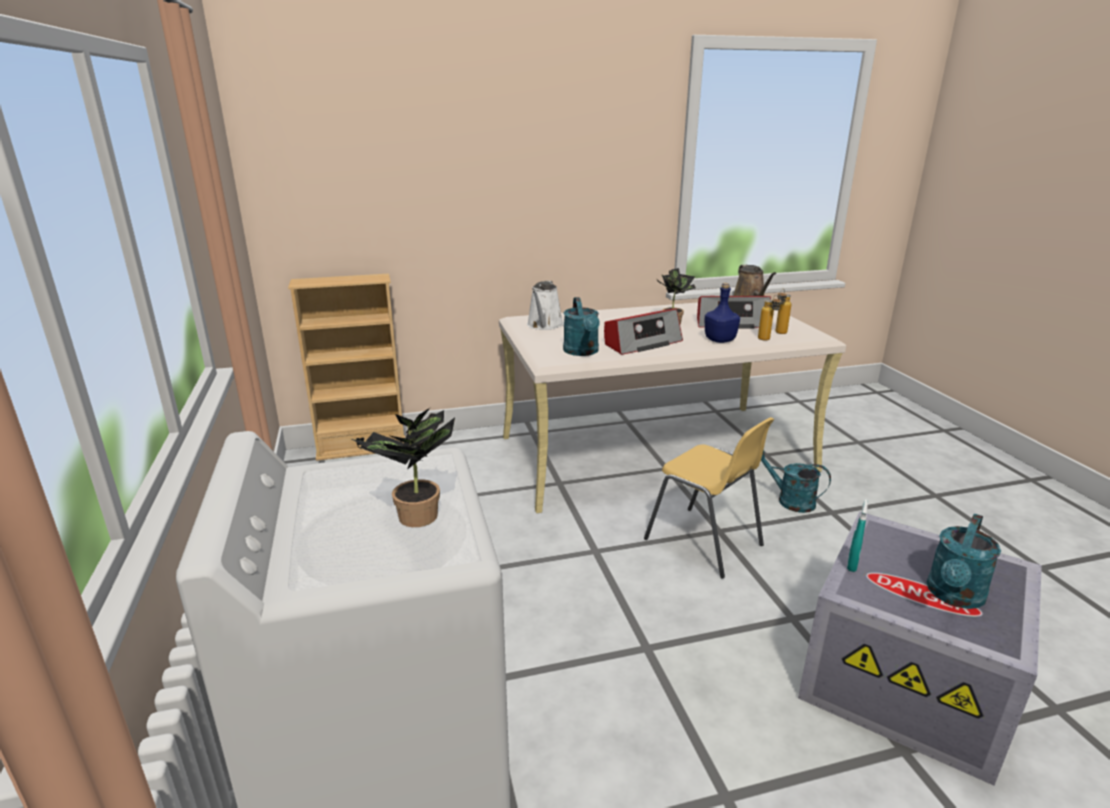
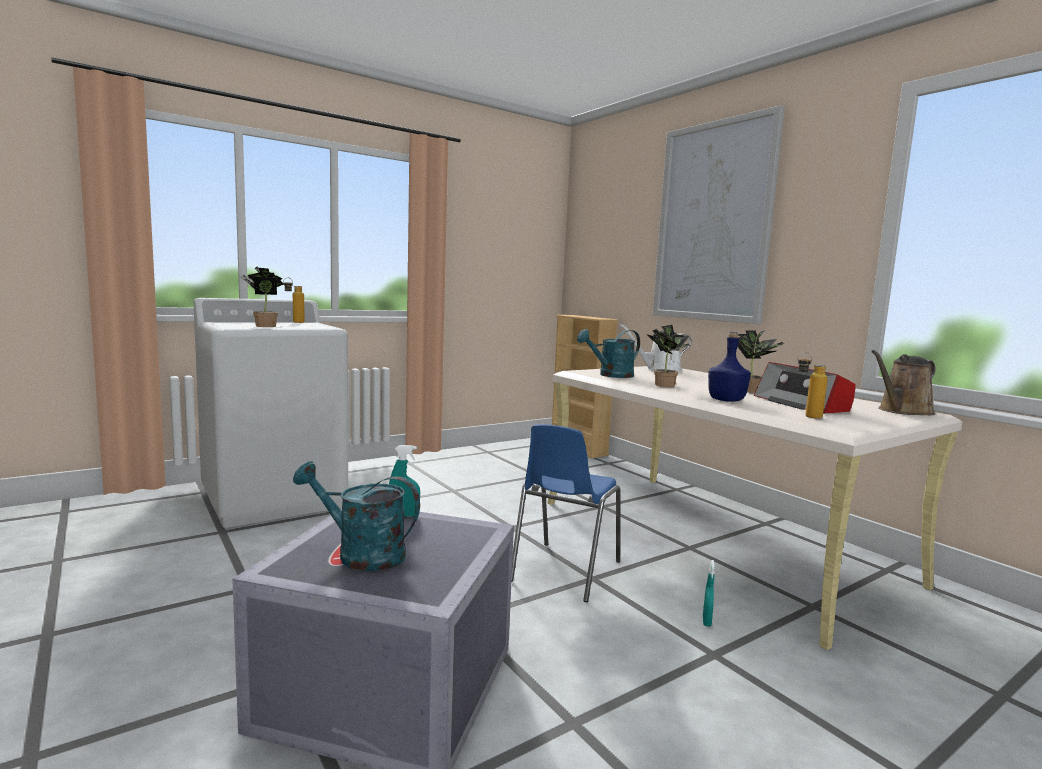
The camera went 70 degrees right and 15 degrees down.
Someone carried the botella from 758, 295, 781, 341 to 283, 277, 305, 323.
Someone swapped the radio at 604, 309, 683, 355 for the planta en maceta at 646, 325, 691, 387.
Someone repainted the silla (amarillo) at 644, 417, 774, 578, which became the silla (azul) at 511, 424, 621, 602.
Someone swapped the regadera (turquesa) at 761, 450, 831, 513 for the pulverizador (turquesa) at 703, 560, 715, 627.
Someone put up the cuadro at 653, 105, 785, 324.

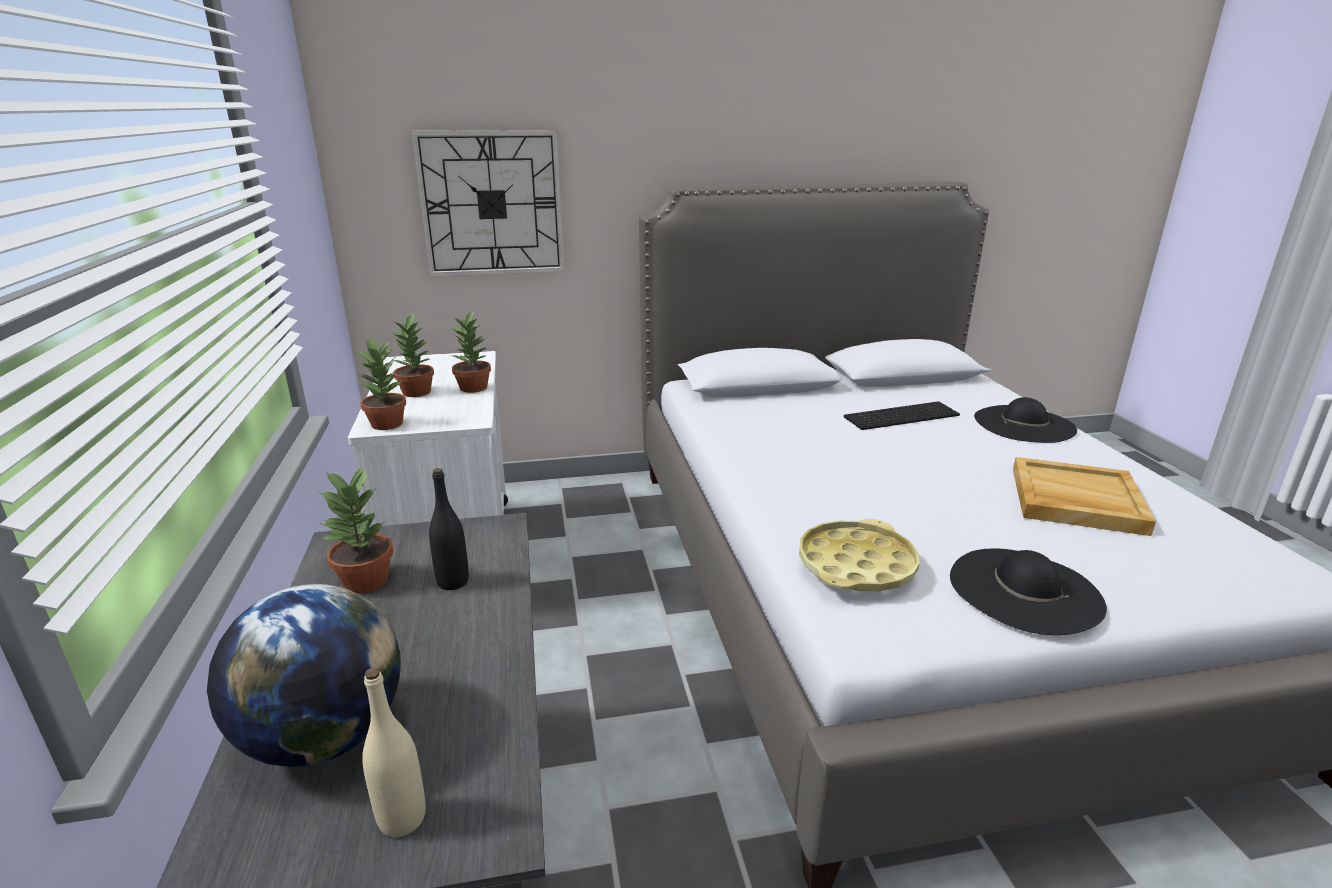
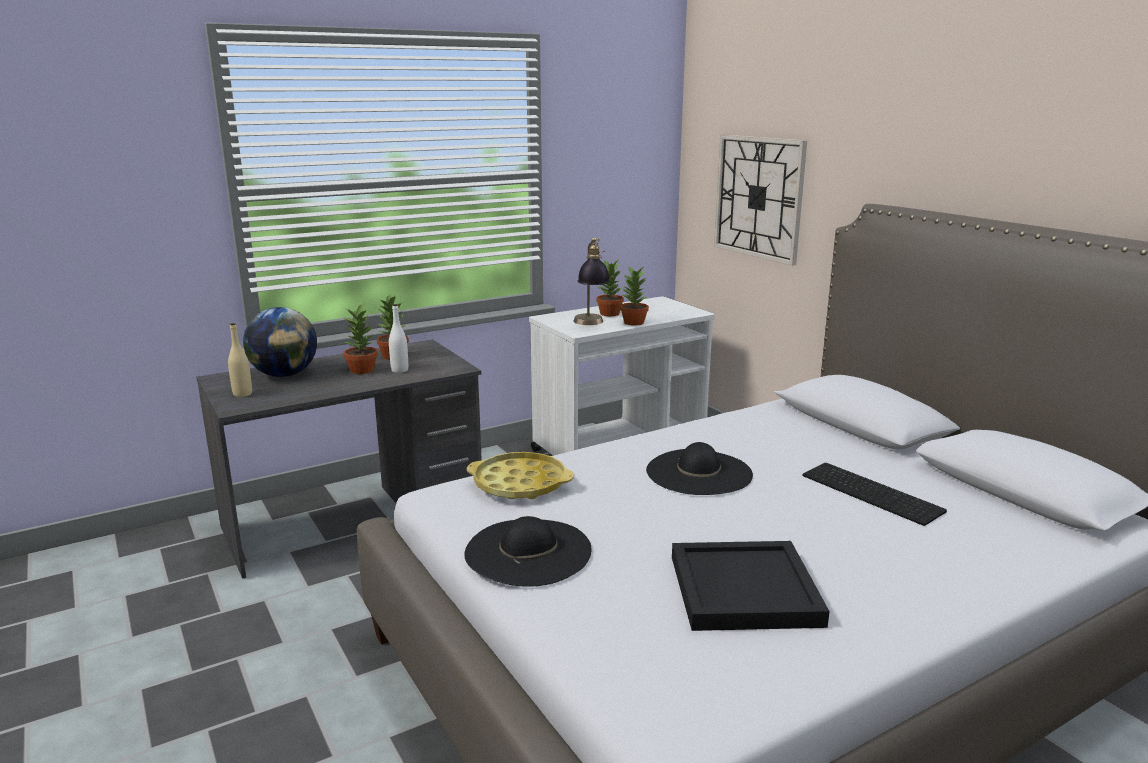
The camera went 70 degrees right and 5 degrees down.
Someone carried the planta en maceta from 356, 337, 406, 430 to 344, 303, 378, 374.
Someone carried the sombrero (negro) from 974, 397, 1077, 443 to 646, 442, 753, 495.
Someone repainted the bandeja (beis) at 1013, 457, 1156, 536, which became the bandeja (negro) at 672, 541, 830, 631.
Someone repainted the botella (negro) at 429, 468, 469, 590, which became the botella (blanco) at 389, 304, 408, 373.
Someone put down the lámpara de mesa at 573, 237, 610, 325.

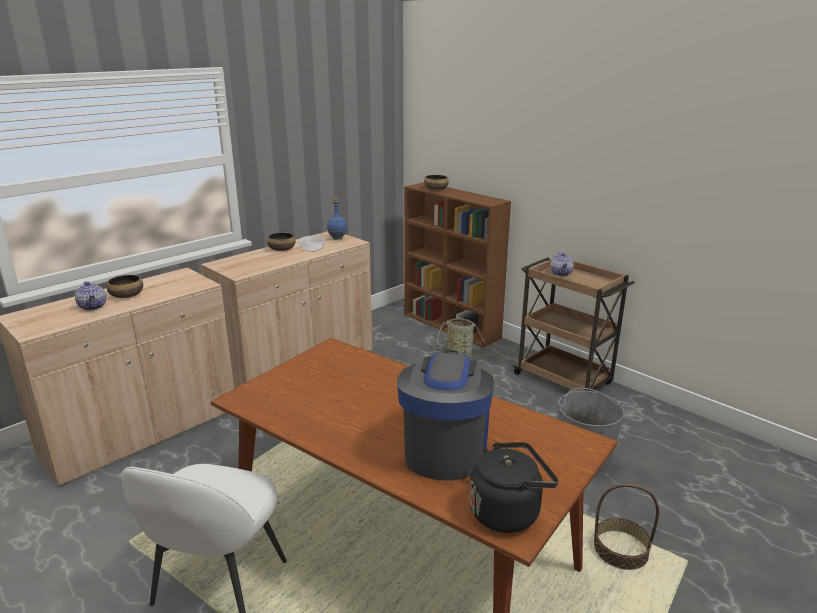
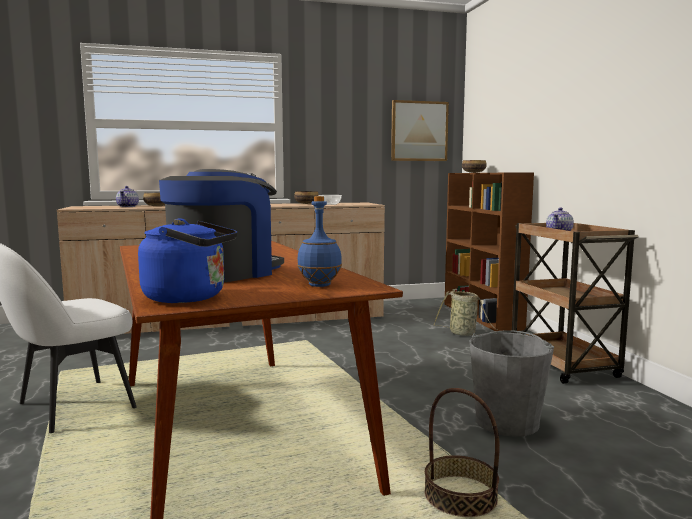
The camera went 30 degrees right and 15 degrees down.
Someone carried the botella (azul) from 327, 198, 347, 240 to 297, 196, 342, 287.
Someone repainted the hervidor (negro) at 469, 442, 559, 533, which became the hervidor (azul) at 138, 218, 237, 303.
Someone put up the cuadro at 391, 100, 449, 161.

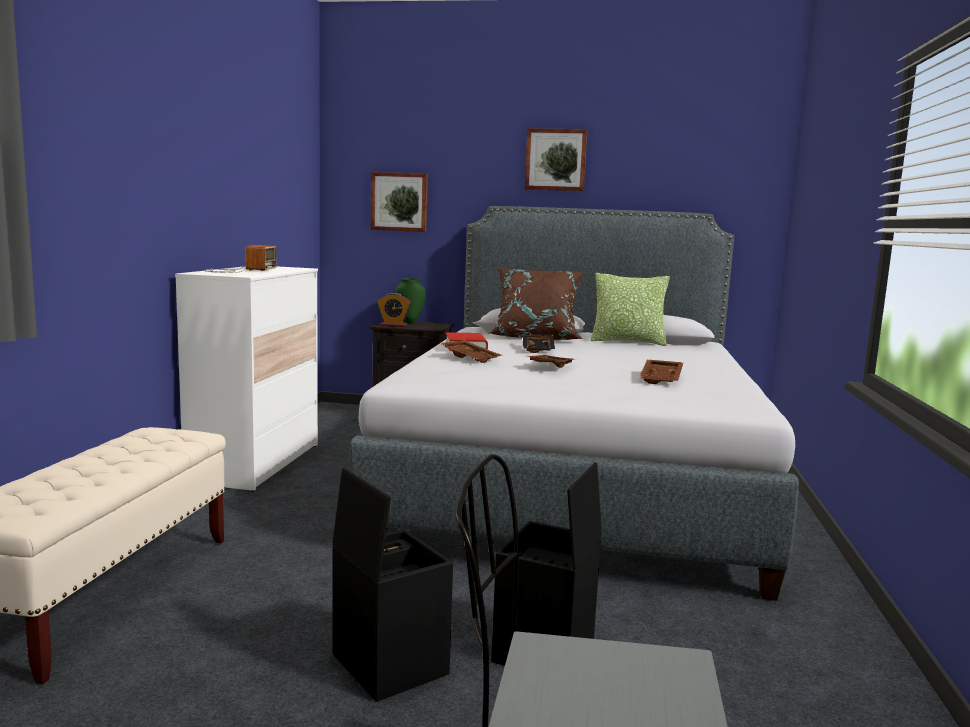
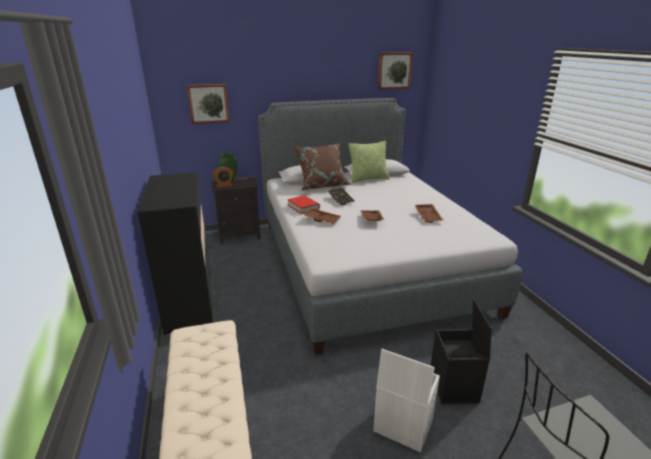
The camera went 25 degrees left and 15 degrees up.
Someone carried the cuadro from 524, 128, 588, 191 to 378, 52, 413, 90.
Someone took away the radio at 206, 245, 276, 273.
Someone repainted the cómoda (blanco) at 175, 266, 318, 492, which became the cómoda (negro) at 137, 172, 213, 335.
Someone repainted the caja de almacenaje (negro) at 332, 467, 453, 702, which became the caja de almacenaje (blanco) at 373, 349, 440, 452.

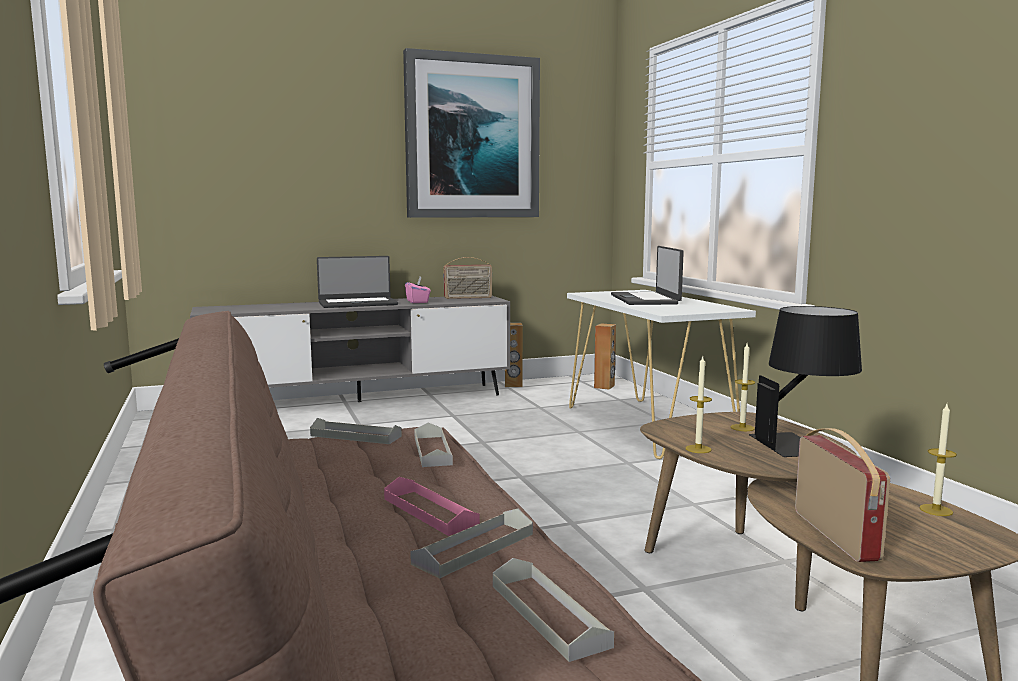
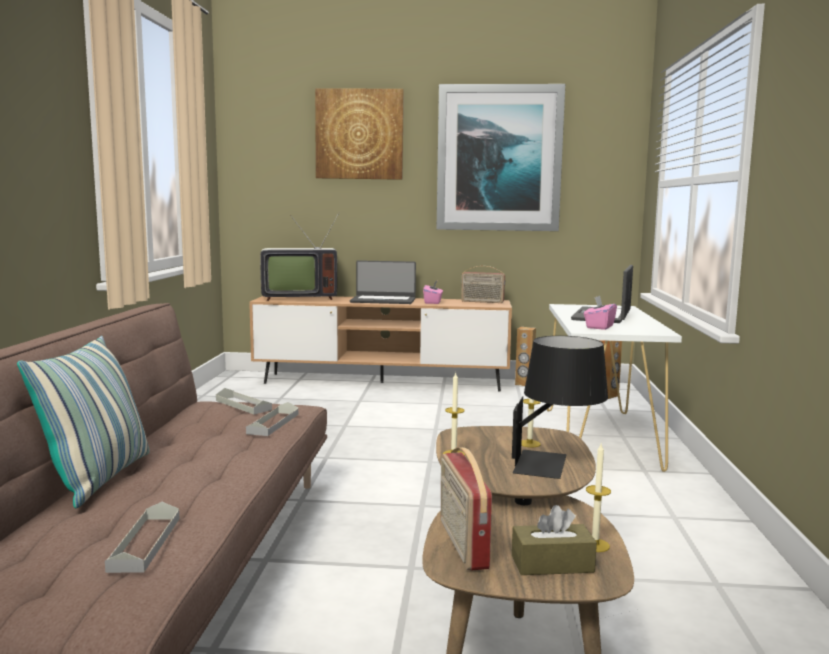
The camera went 25 degrees right and 0 degrees up.
Someone repainted the mueble de televisión (gris) at 190, 296, 510, 402, which became the mueble de televisión (marrón) at 249, 296, 512, 392.
Someone rotated the radio at 795, 428, 890, 562 by 150 degrees clockwise.
Someone took away the bandeja (rosa) at 384, 477, 480, 536.
Someone took away the bandeja (gris) at 410, 508, 533, 579.
Someone put up the cuadro at 315, 88, 404, 180.
Someone put down the televisor at 260, 213, 339, 301.
Someone put down the caja de pañuelos (rosa) at 584, 296, 617, 330.
Someone put down the cojín at 17, 336, 150, 508.
Someone put down the caja de pañuelos (marrón) at 512, 505, 597, 575.

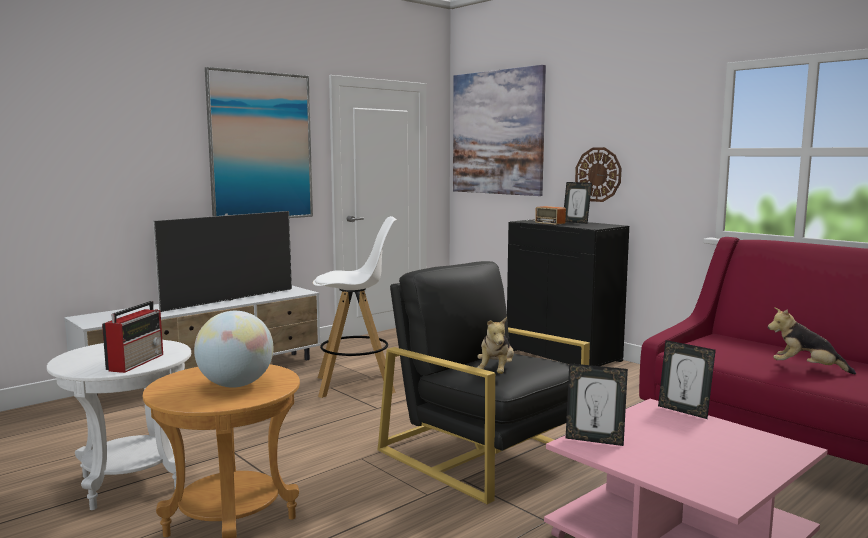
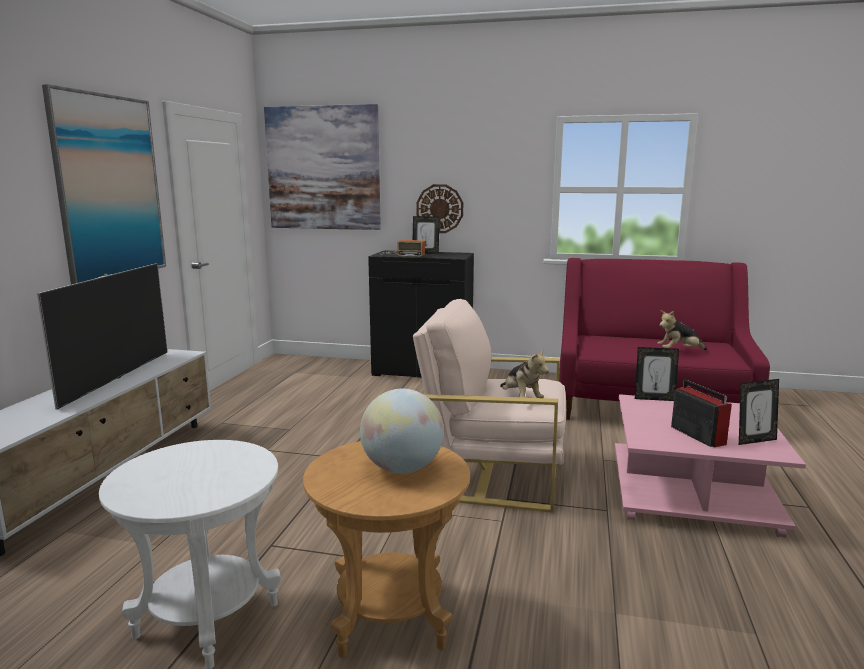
The camera went 35 degrees left and 5 degrees up.
Someone took away the taburete (blanco) at 312, 216, 397, 398.
Someone repainted the sillón (negro) at 378, 261, 590, 504, which became the sillón (beis) at 413, 299, 566, 513.
Someone carried the radio from 102, 301, 163, 373 to 671, 380, 732, 447.
Someone carried the portarretratos from 566, 363, 628, 446 to 739, 379, 779, 445.

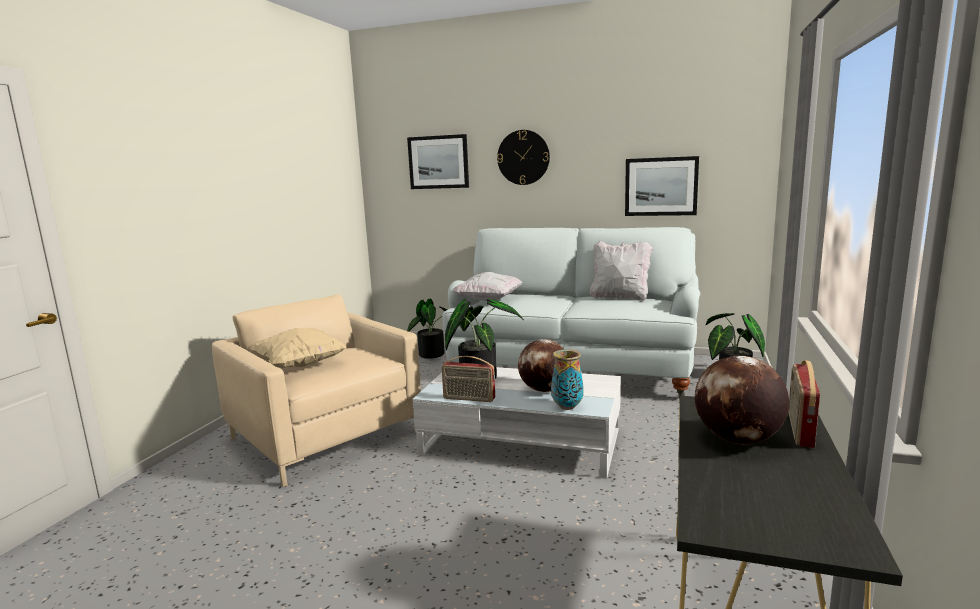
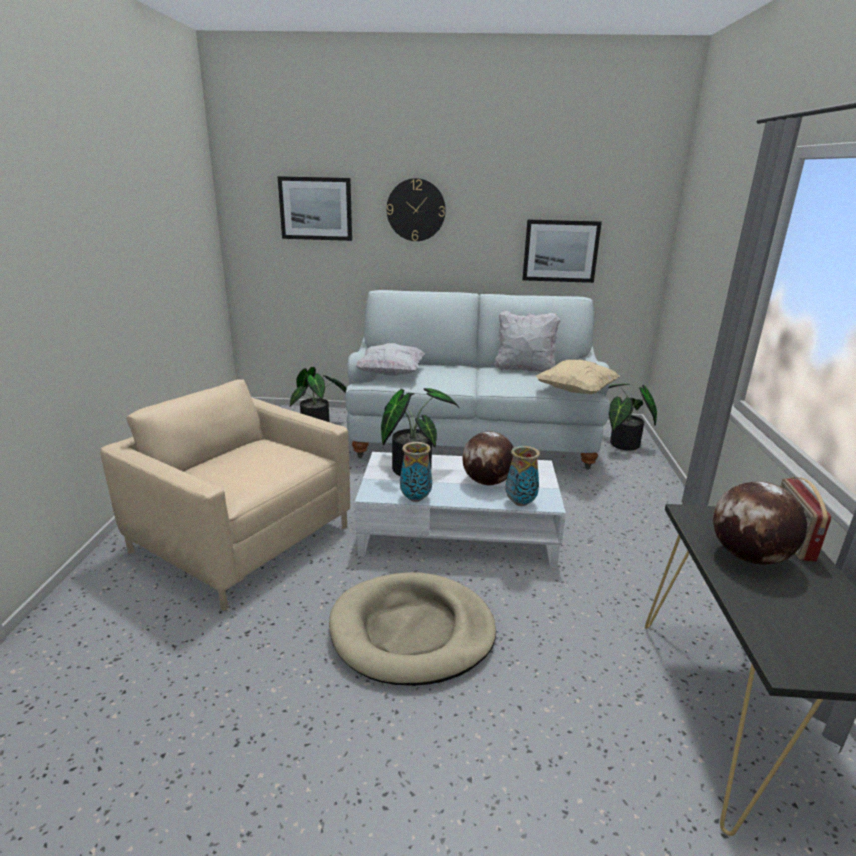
The camera went 15 degrees left and 10 degrees up.
Someone carried the cojín (beis) from 250, 328, 347, 368 to 536, 360, 620, 394.
Someone swapped the radio at 442, 356, 495, 402 for the florero at 400, 442, 432, 502.
Someone put down the cama para perro (beis) at 329, 572, 496, 686.

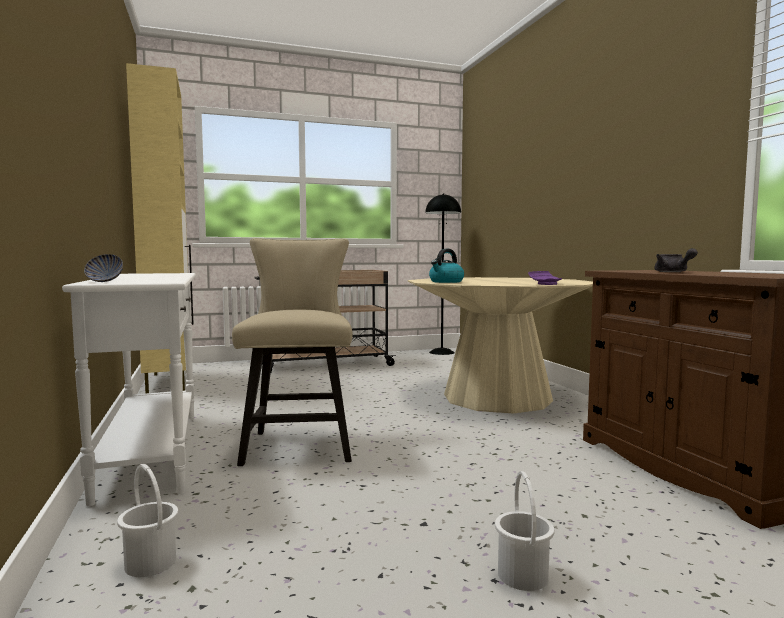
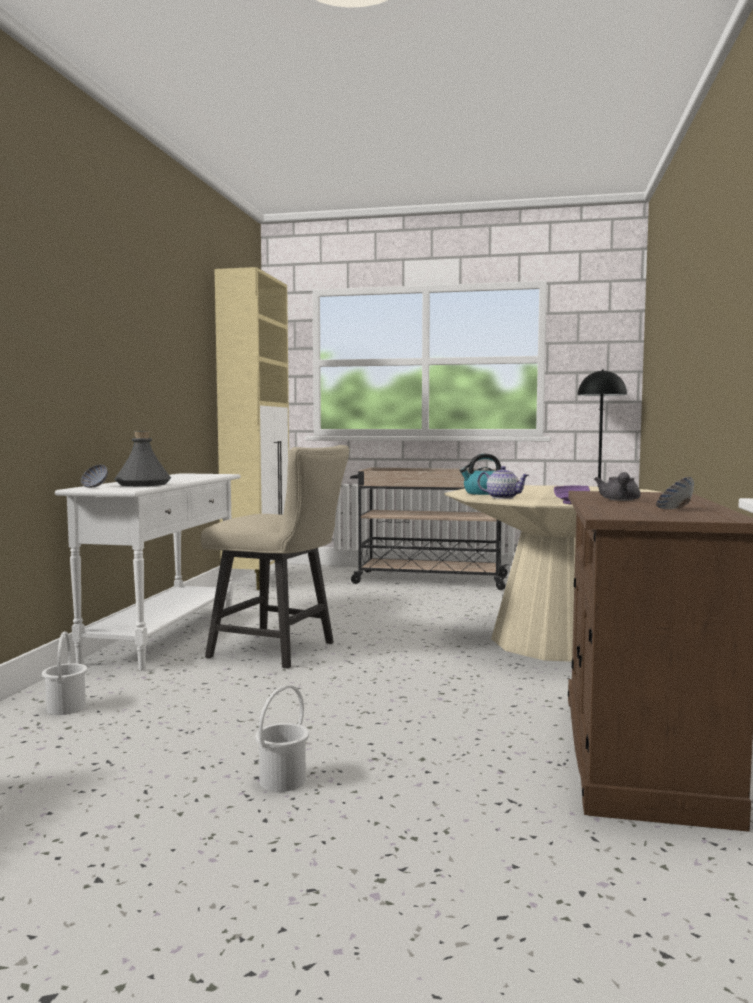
The camera went 30 degrees right and 0 degrees up.
Someone rotated the silla (beis) at 232, 238, 353, 466 by 90 degrees clockwise.
Someone put down the botella (gris) at 115, 431, 171, 486.
Someone put down the tetera at 477, 466, 529, 499.
Someone put down the cuenco at 656, 477, 694, 509.

